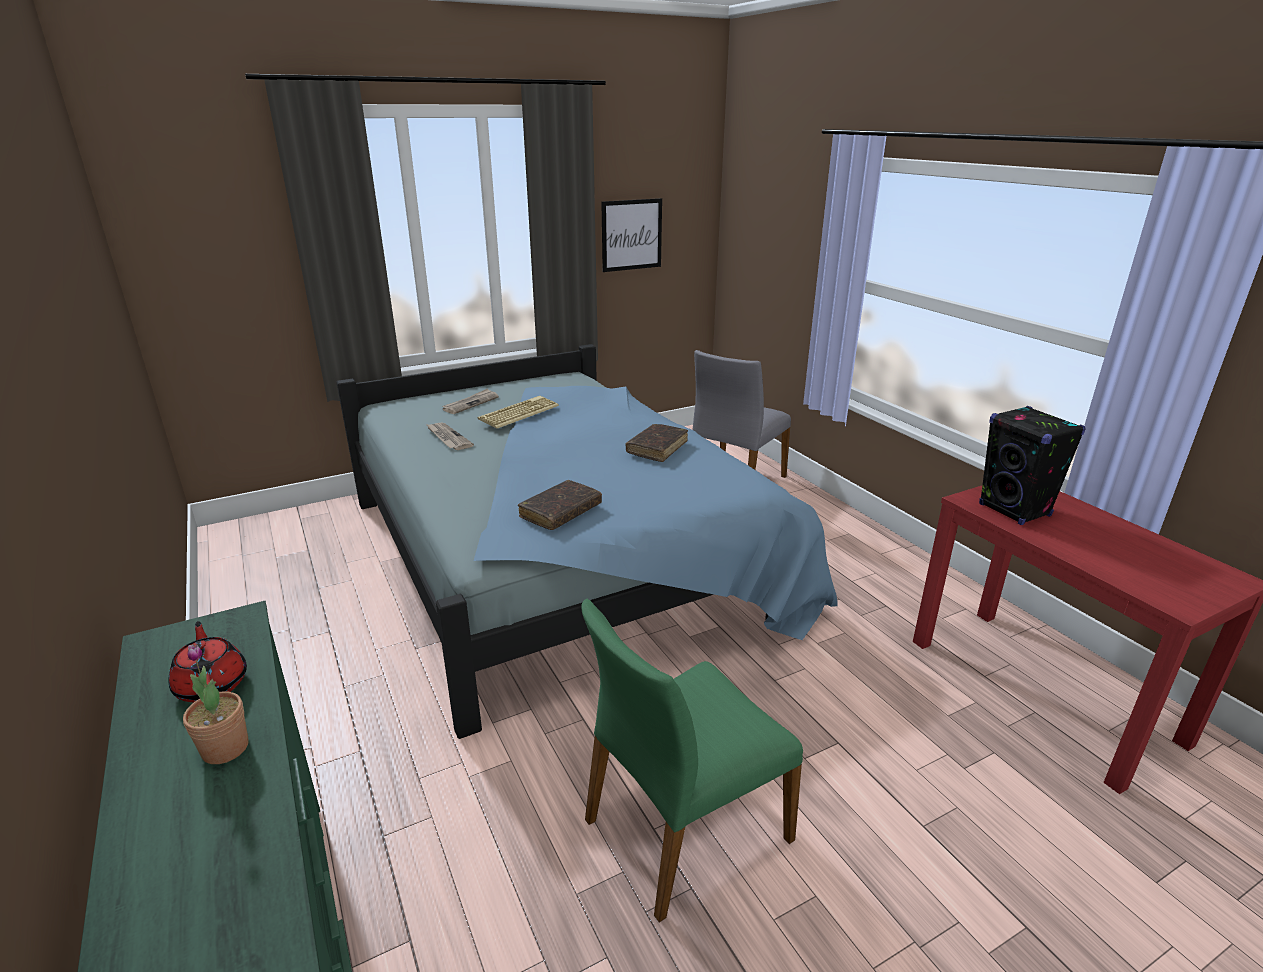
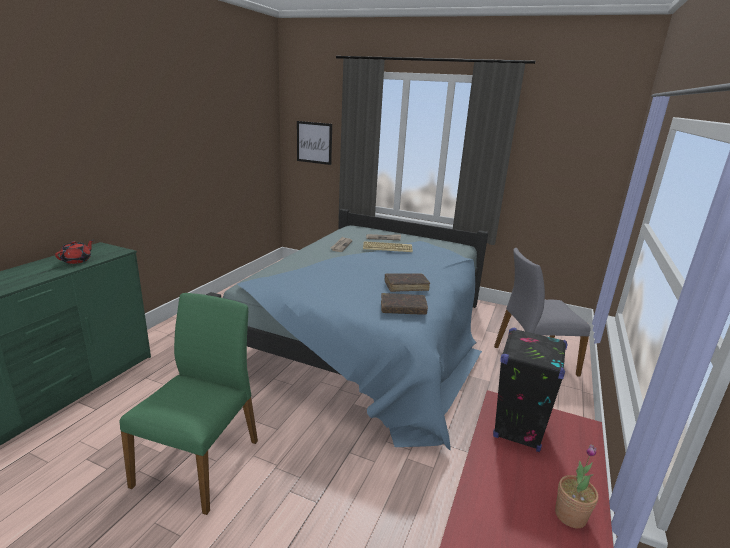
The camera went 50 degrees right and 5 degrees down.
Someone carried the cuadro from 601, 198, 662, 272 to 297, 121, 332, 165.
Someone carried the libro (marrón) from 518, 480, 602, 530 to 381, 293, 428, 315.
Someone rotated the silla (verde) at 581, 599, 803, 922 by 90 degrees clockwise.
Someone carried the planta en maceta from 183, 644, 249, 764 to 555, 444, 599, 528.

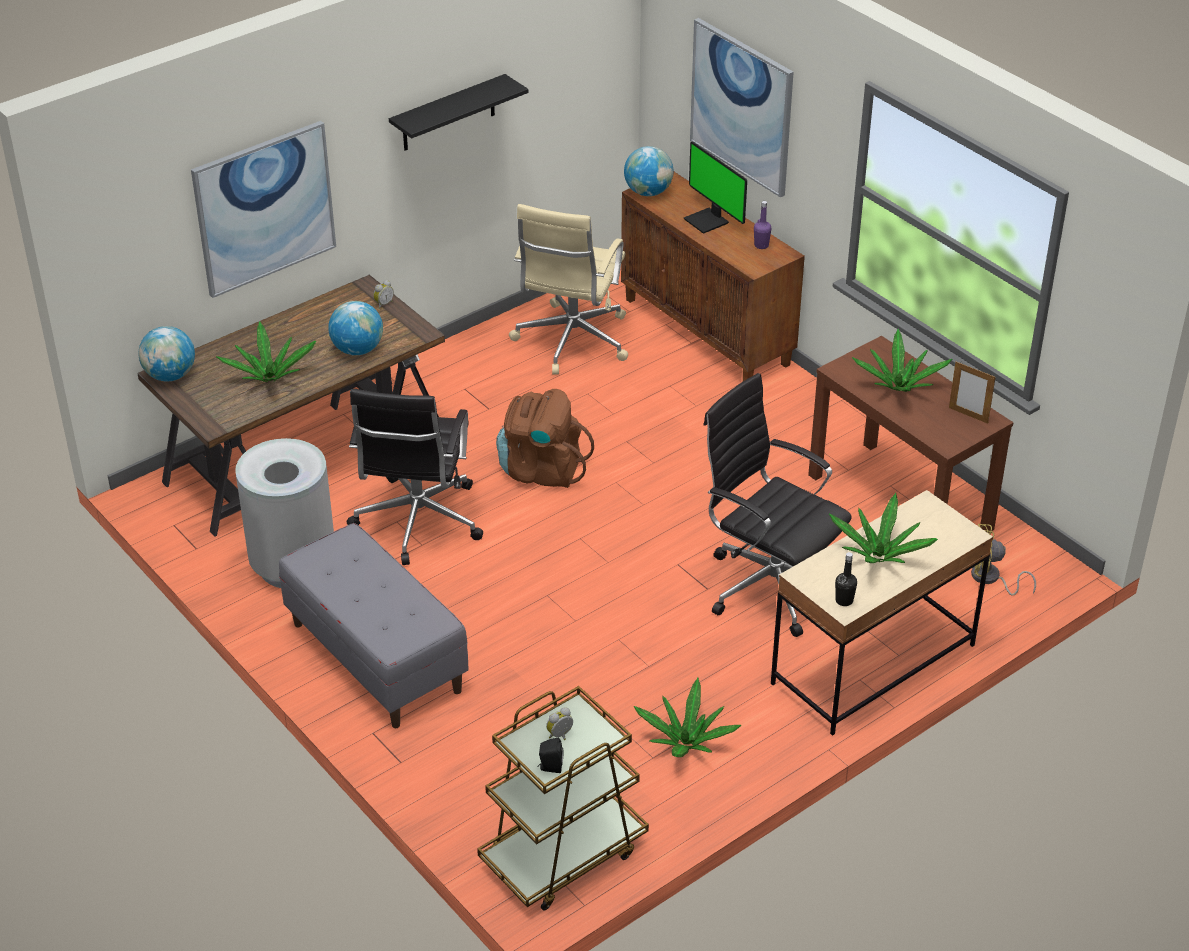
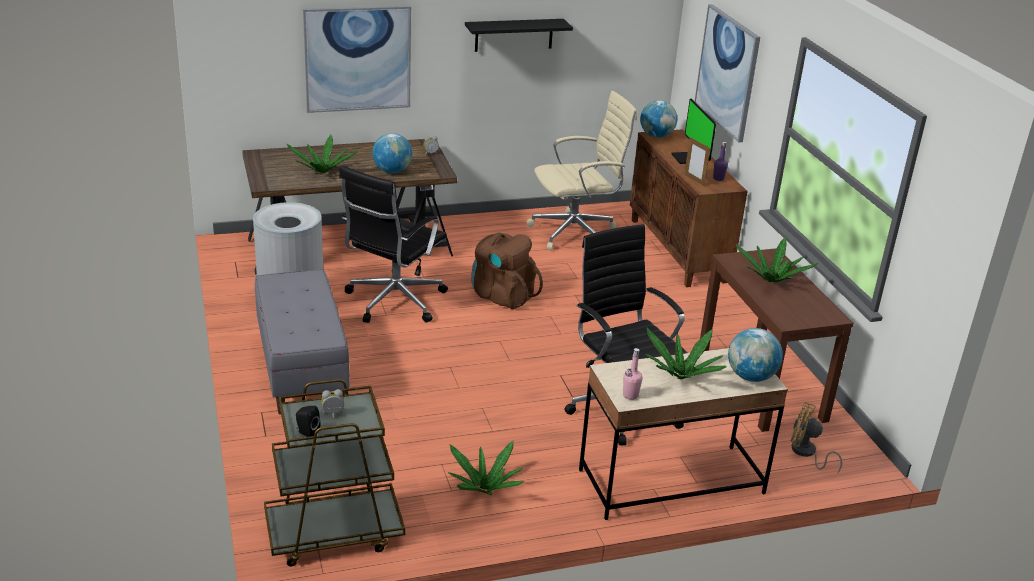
The camera went 20 degrees right and 10 degrees down.
Someone rotated the silla de oficina (beis) at 509, 204, 628, 375 by 150 degrees counterclockwise.
Someone carried the globo terráqueo from 138, 326, 195, 381 to 728, 328, 783, 382.
Someone carried the portarretratos from 949, 362, 996, 424 to 684, 137, 710, 186.
Someone repainted the botella (negro) at 835, 552, 857, 606, which became the botella (rosa) at 623, 348, 643, 400.

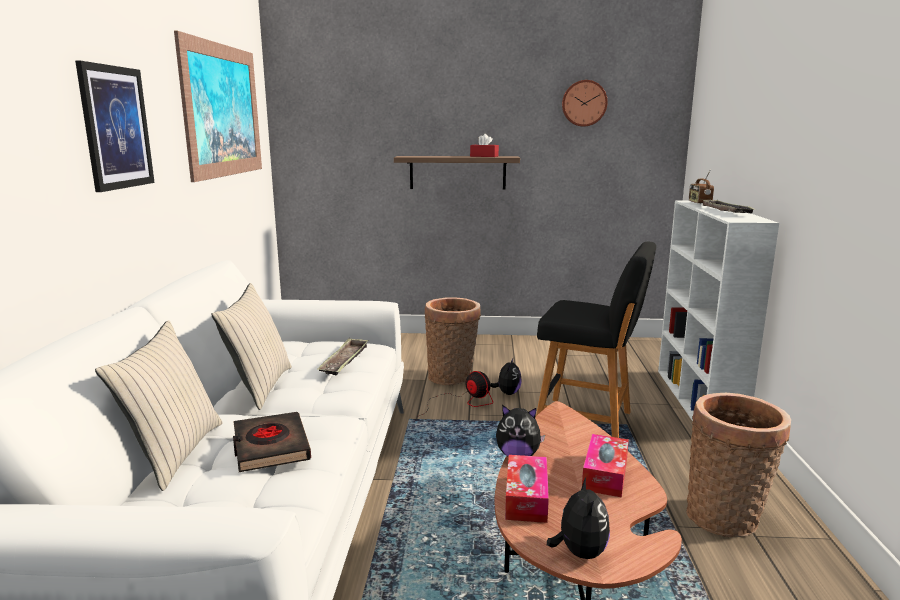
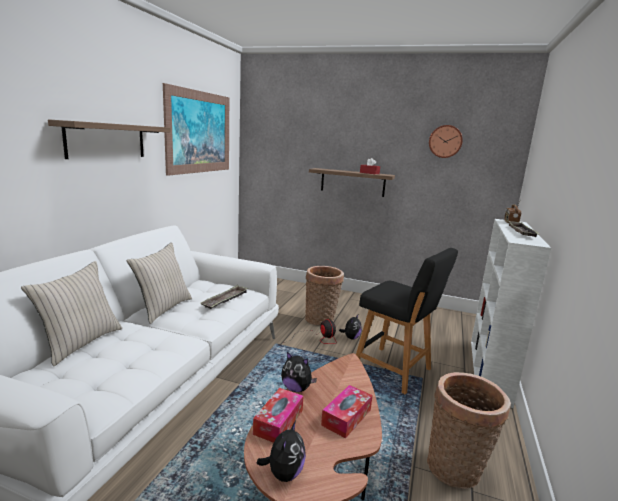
The camera went 15 degrees right and 0 degrees up.
Someone swapped the cuadro at 75, 61, 155, 192 for the estante at 48, 119, 170, 159.
Someone took away the libro (negro) at 233, 412, 311, 472.

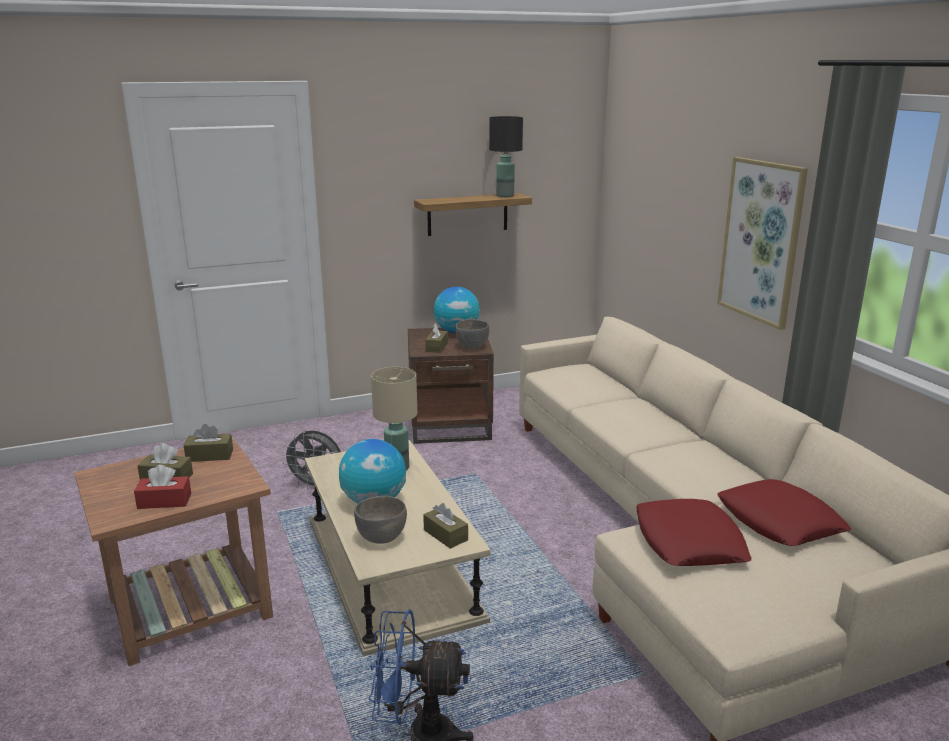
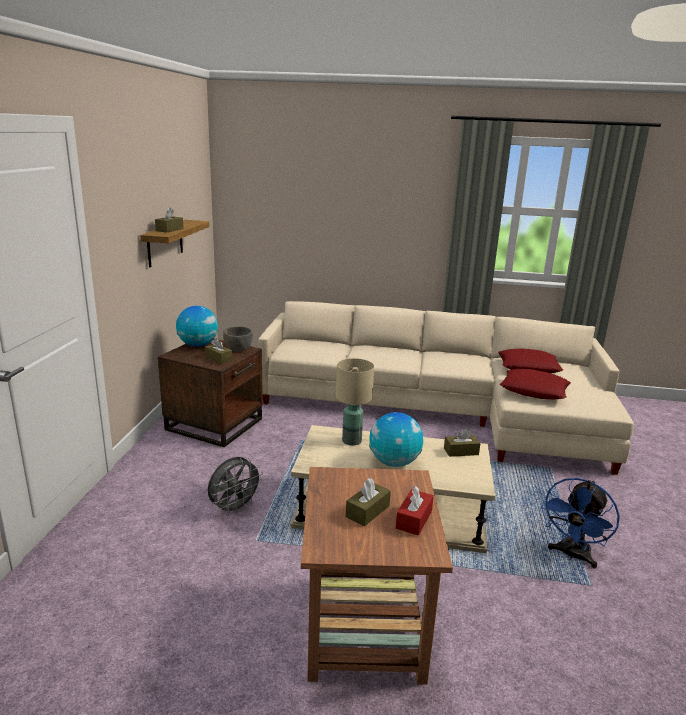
The camera went 60 degrees left and 0 degrees up.
Someone took away the lámpara de mesa (negro) at 489, 116, 523, 197.
Someone took away the cuadro at 717, 157, 808, 330.
Someone carried the caja de pañuelos (marrón) from 184, 424, 233, 462 to 155, 207, 184, 232.
Someone took away the cuenco (gris) at 354, 496, 407, 544.

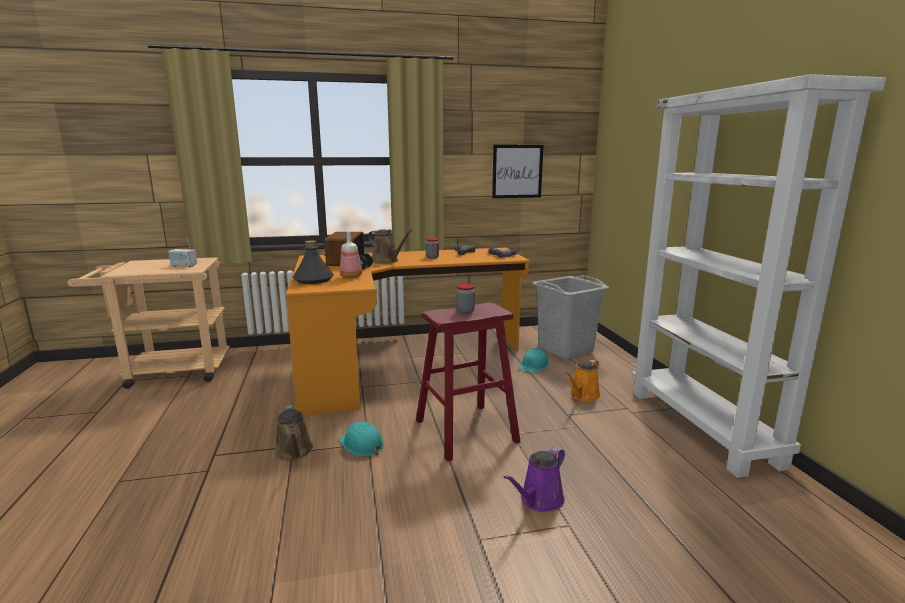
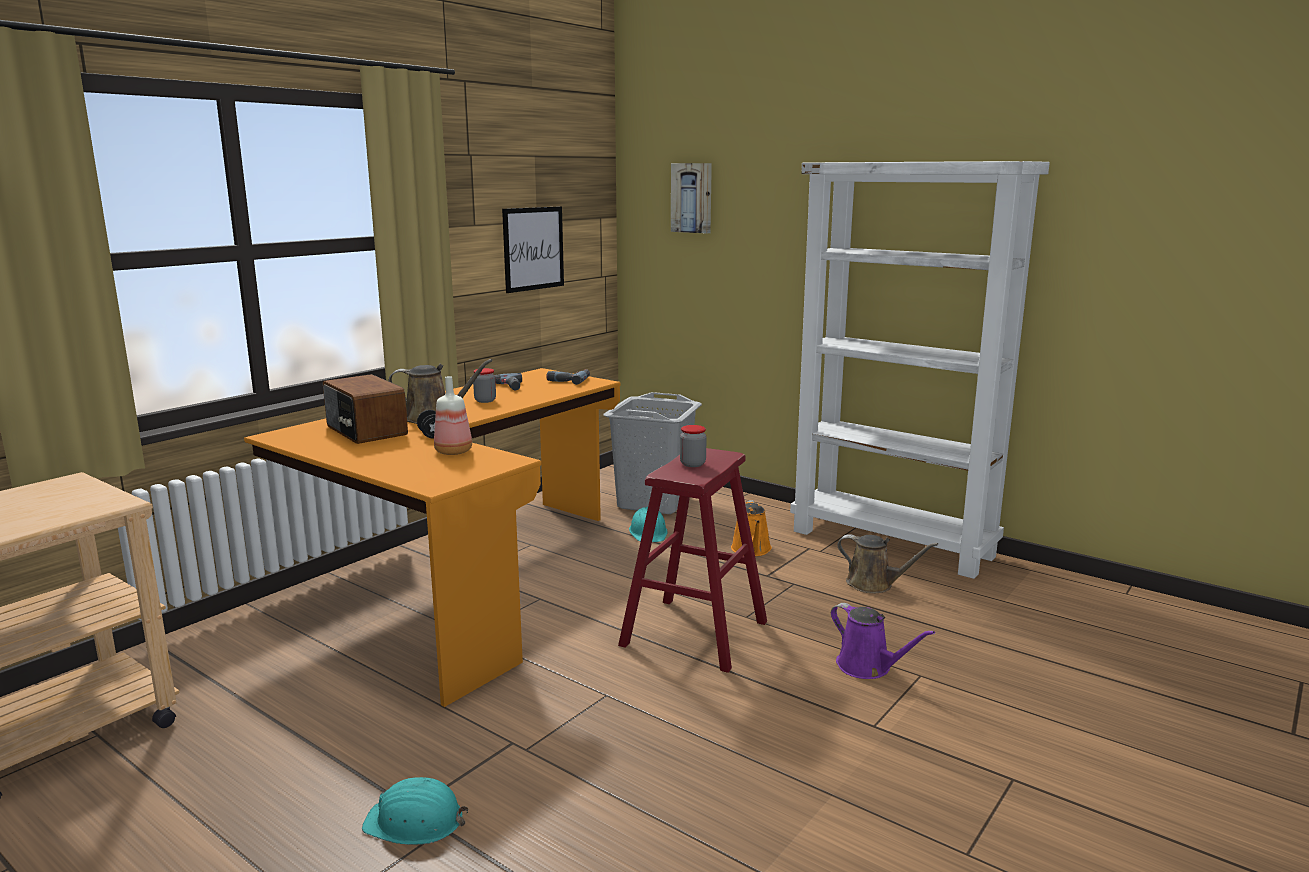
The camera went 40 degrees left and 0 degrees up.
Someone took away the radio at 168, 238, 197, 267.
Someone took away the botella (gris) at 292, 240, 334, 284.
Someone carried the regadera (marrón) from 274, 405, 313, 461 to 837, 534, 938, 593.
Someone carried the casco (turquesa) from 339, 422, 384, 456 to 362, 777, 468, 845.
Someone rotated the regadera (morado) at 504, 447, 565, 512 by 45 degrees counterclockwise.
Someone put up the cuadro at 671, 163, 712, 234.

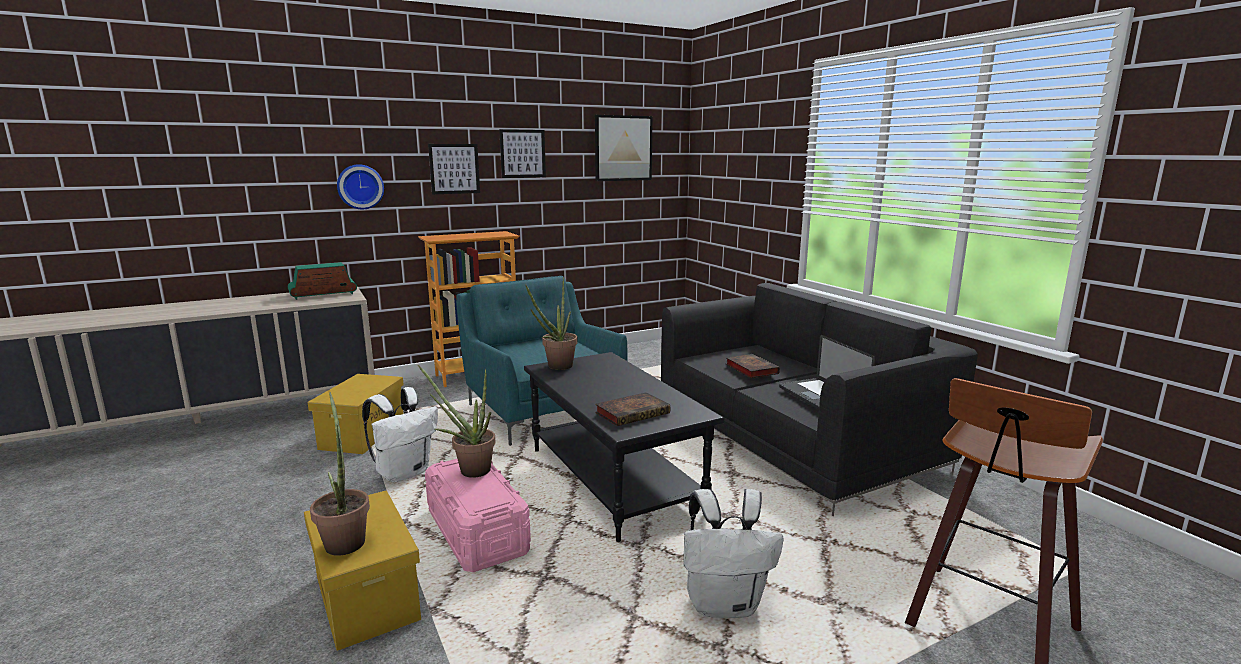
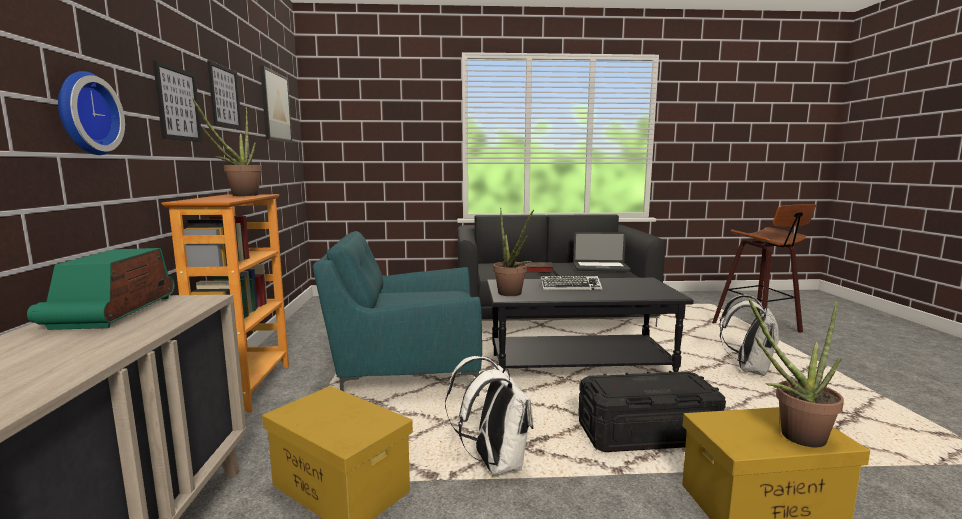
The camera went 65 degrees left and 5 degrees down.
Someone carried the planta en maceta from 418, 365, 496, 478 to 192, 98, 262, 196.
Someone took away the libro at 595, 393, 671, 426.
Someone repainted the caja de almacenaje (rosa) at 425, 459, 531, 572, which became the caja de almacenaje (negro) at 578, 371, 726, 452.
Someone put down the teclado at 541, 276, 602, 290.

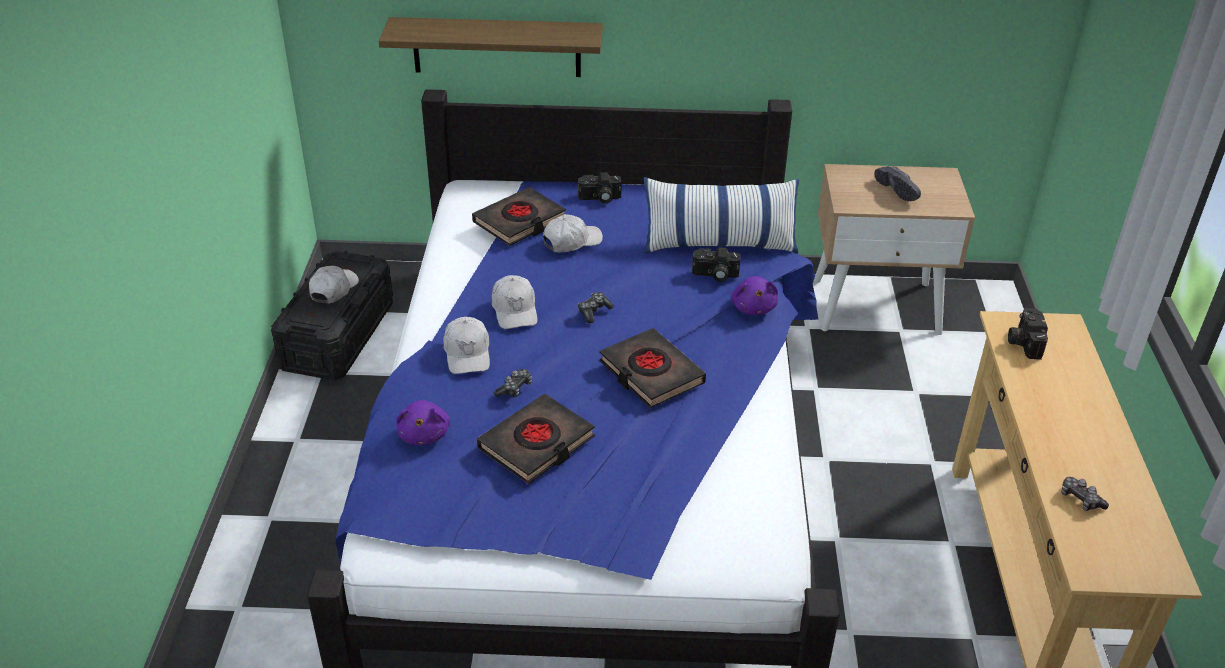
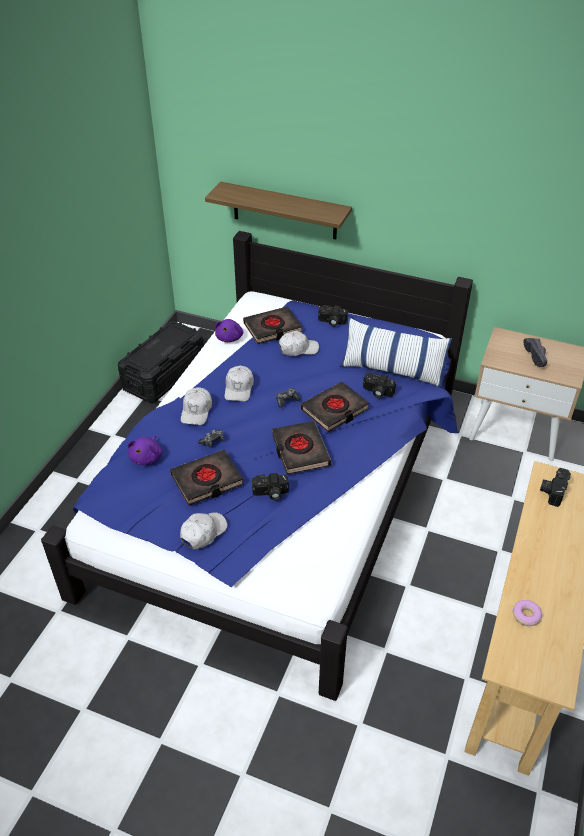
The camera went 20 degrees right and 5 degrees up.
Someone carried the gorra (blanco) from 309, 266, 359, 303 to 180, 512, 227, 549.
Someone carried the peluche (morado) from 731, 276, 778, 315 to 215, 319, 243, 342.
Someone swapped the mando de consola at 1062, 477, 1109, 511 for the rosquilla at 512, 600, 542, 626.
Someone put down the libro (negro) at 300, 382, 370, 432.
Someone put down the cámara at 252, 473, 289, 501.

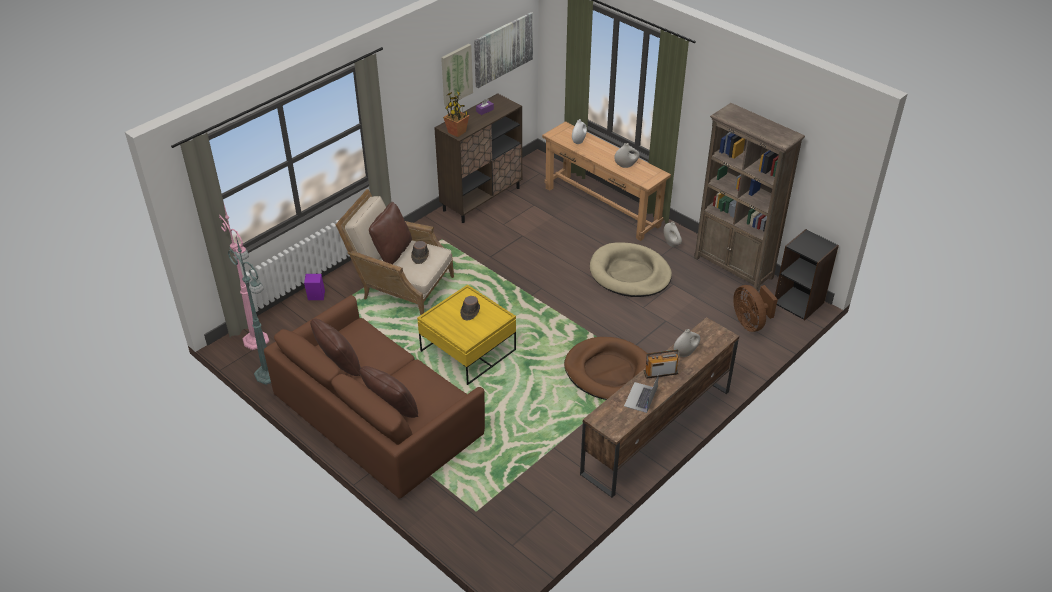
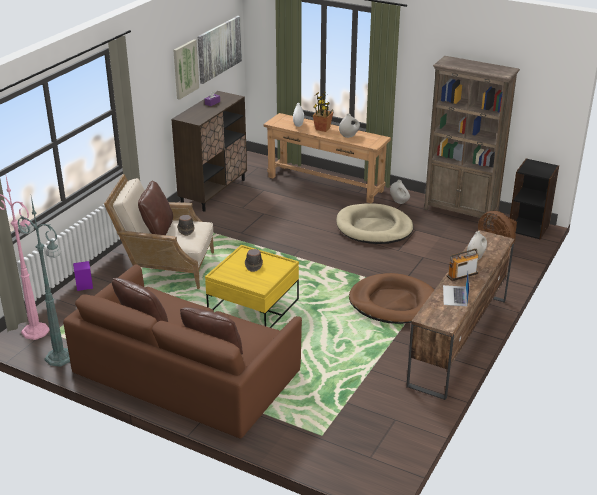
The camera went 15 degrees left and 10 degrees down.
Someone carried the planta en maceta from 443, 91, 469, 137 to 313, 91, 334, 132.

